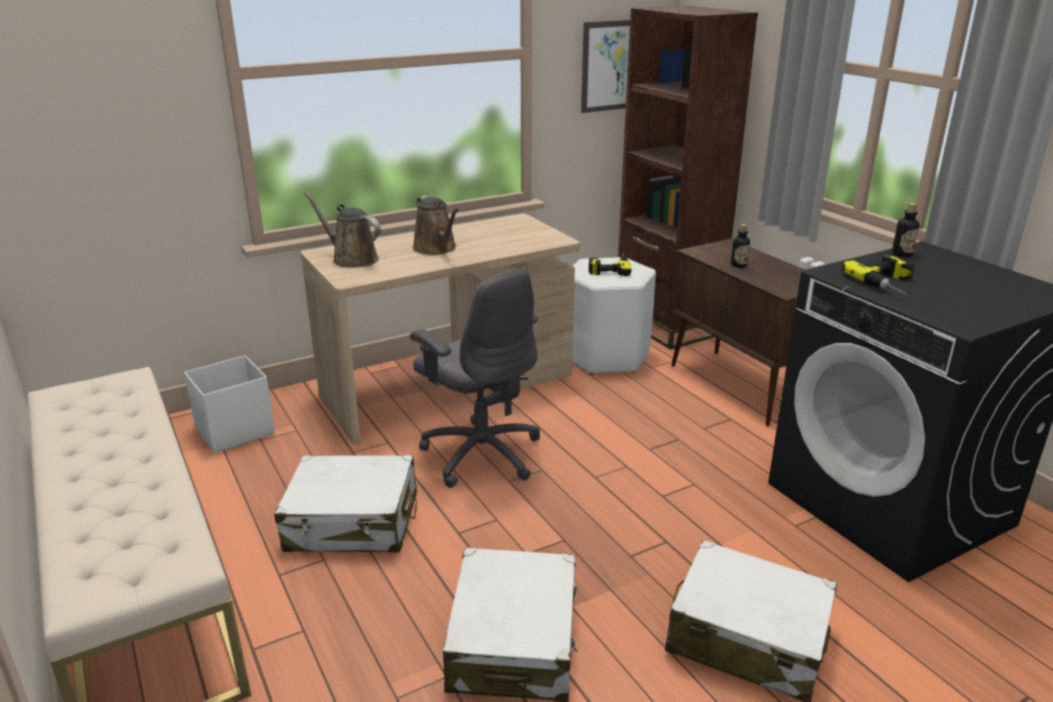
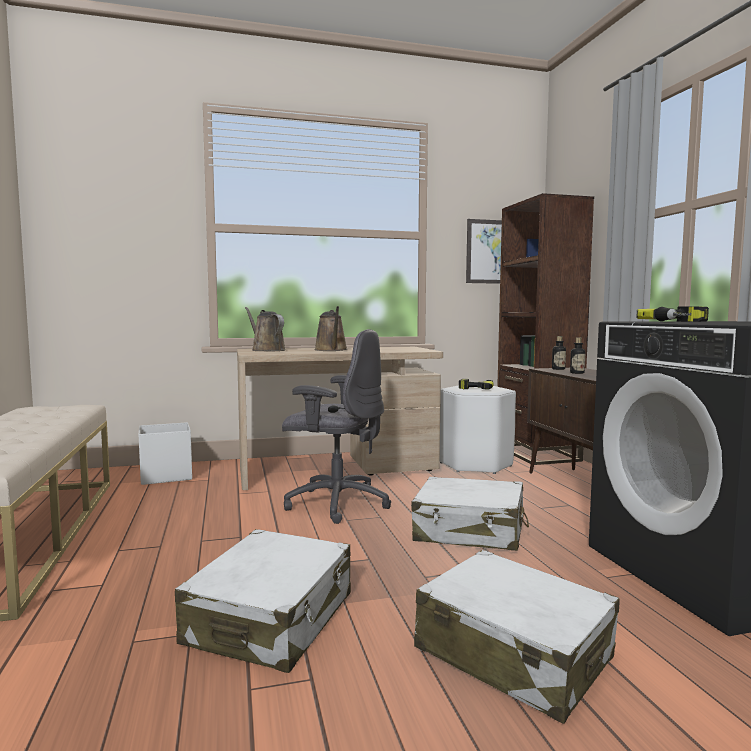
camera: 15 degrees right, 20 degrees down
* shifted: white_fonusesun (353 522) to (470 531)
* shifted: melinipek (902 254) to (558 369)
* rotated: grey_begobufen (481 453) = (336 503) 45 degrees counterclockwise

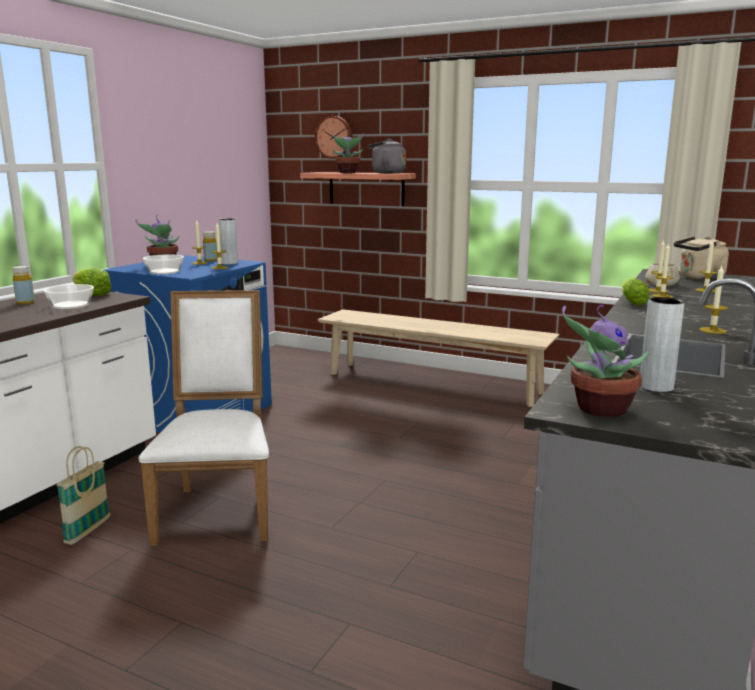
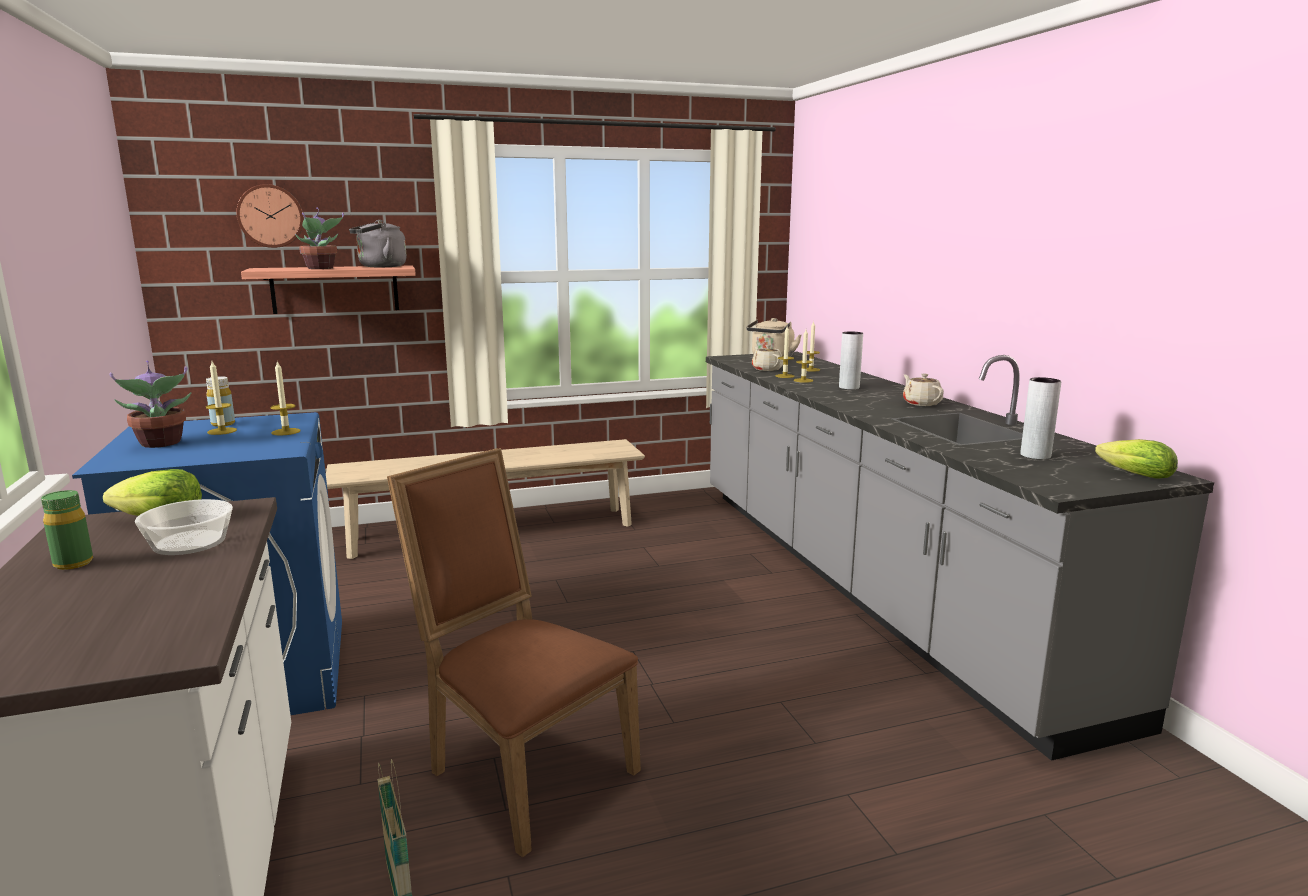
camera: 45 degrees left, 0 degrees up
* gone: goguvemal (164 271)
* gone: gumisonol (599 409)
* shifted: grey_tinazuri (229 263) to (849 387)
* shifted: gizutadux (632 302) to (1131 474)
* swapped: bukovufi (712 330) to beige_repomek (921 403)
* repainted: yellow_melinipek (25 302) to green_melinipek (73 563)
* repainted: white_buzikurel (219 509) to brown_buzikurel (522 770)

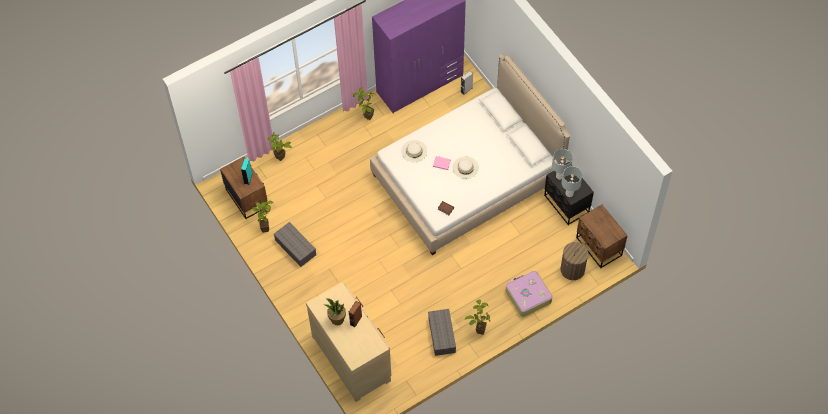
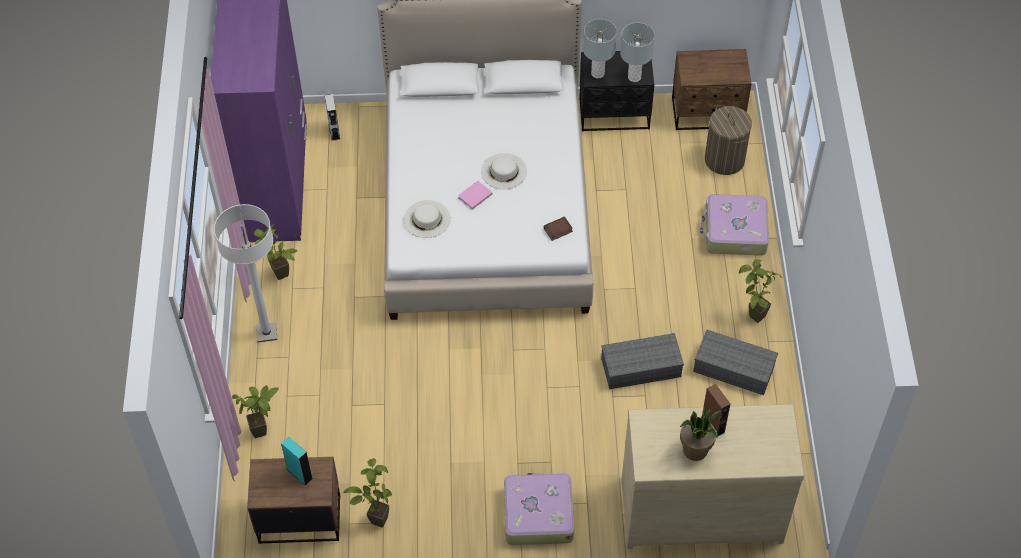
camera: 60 degrees left, 5 degrees down
* new: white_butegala (266 333)
* new: fonusesun (537 514)
* shifted: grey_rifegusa (296 247) to (641 367)

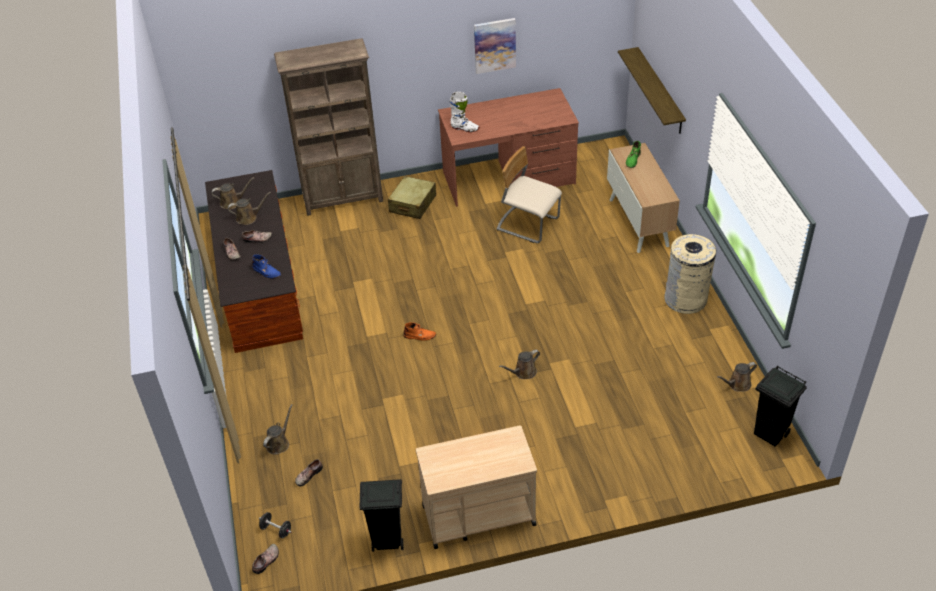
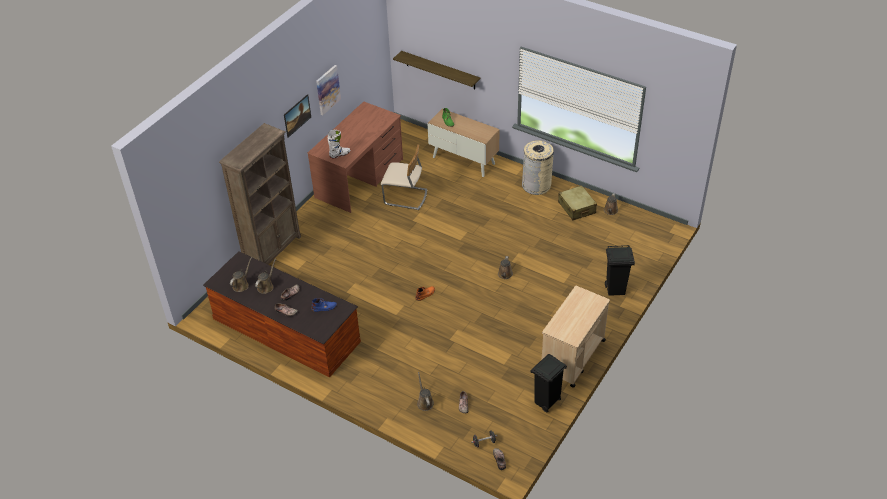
camera: 45 degrees left, 0 degrees up
* new: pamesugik (298 121)
* shifted: beige_fonusesun (412 204) to (576 208)
* shifted: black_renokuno (770 434) to (615 289)
* rotated: beige_buzikurel (528 224) = (405 197) 150 degrees counterclockwise

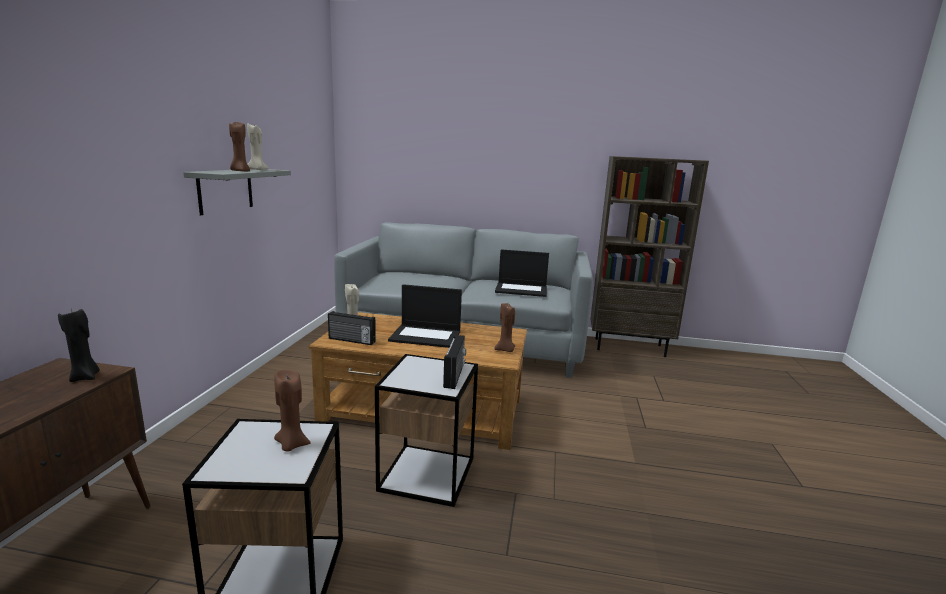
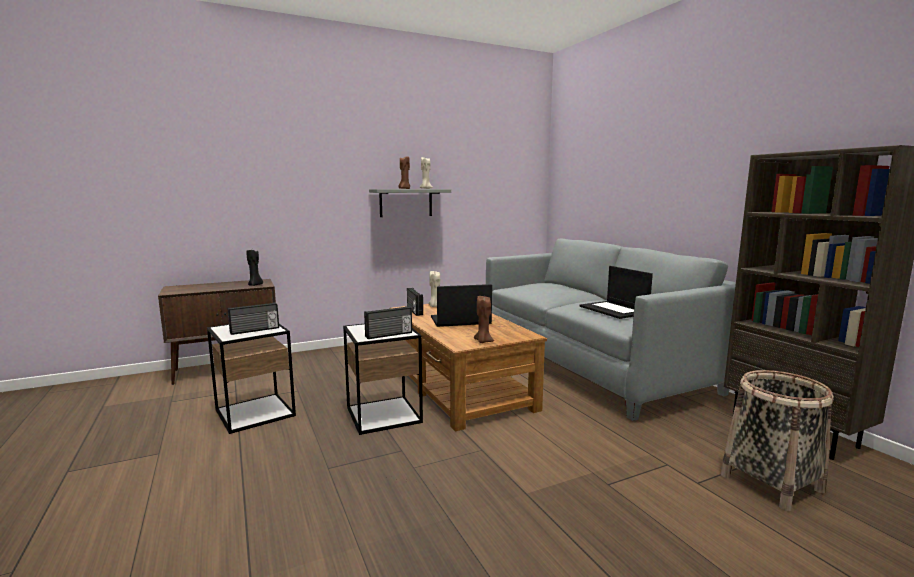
camera: 55 degrees right, 5 degrees down
* new: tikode (771 483)
* swapped: brown_bukovufi (291 445) to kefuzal (255 330)
* rotated: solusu (426 336) = (460 320) 105 degrees clockwise

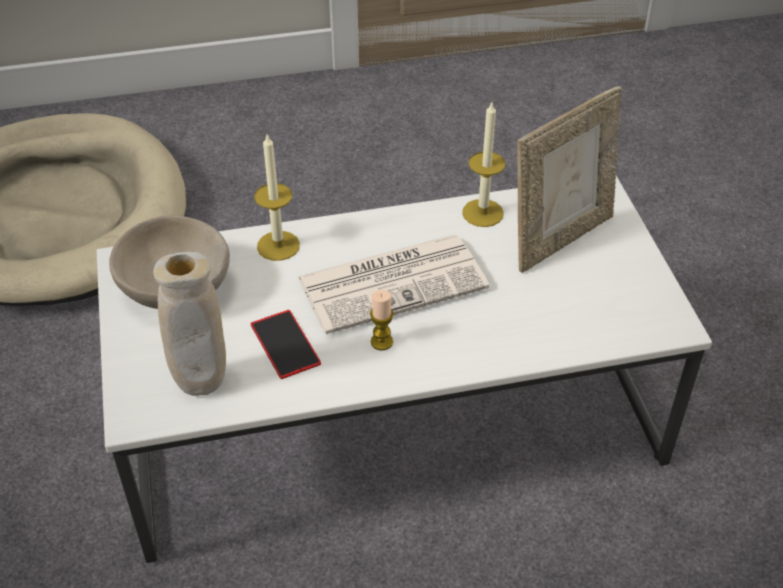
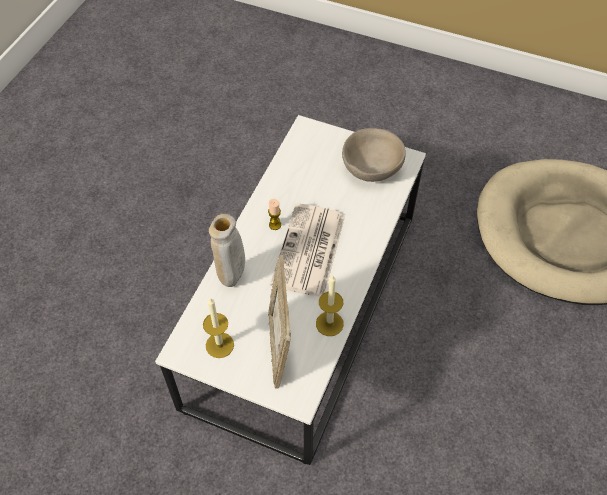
camera: 125 degrees right, 10 degrees up
* gone: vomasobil (285 344)
* shifted: beige_tinazuri (202 384) to (232 279)
* shifted: bukovufi (278 246) to (219 345)

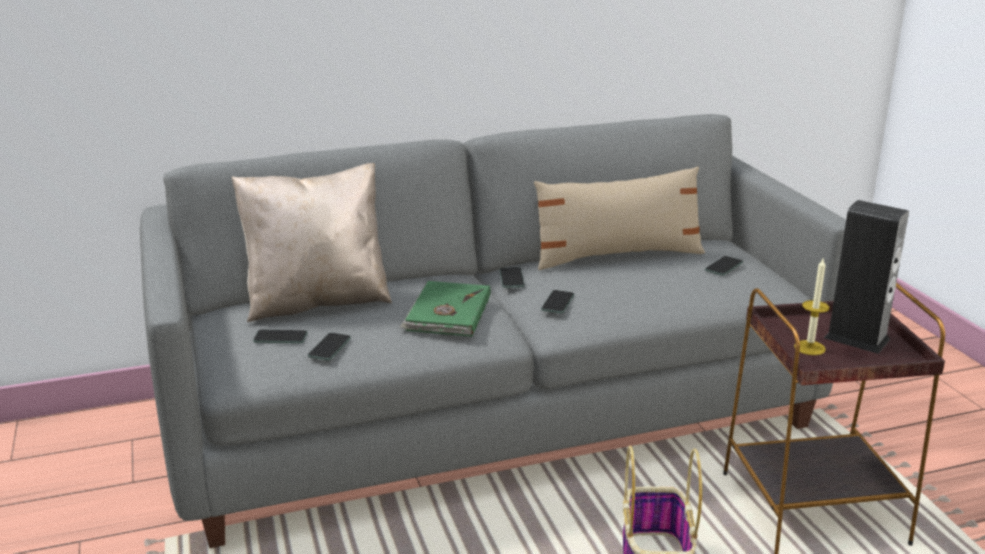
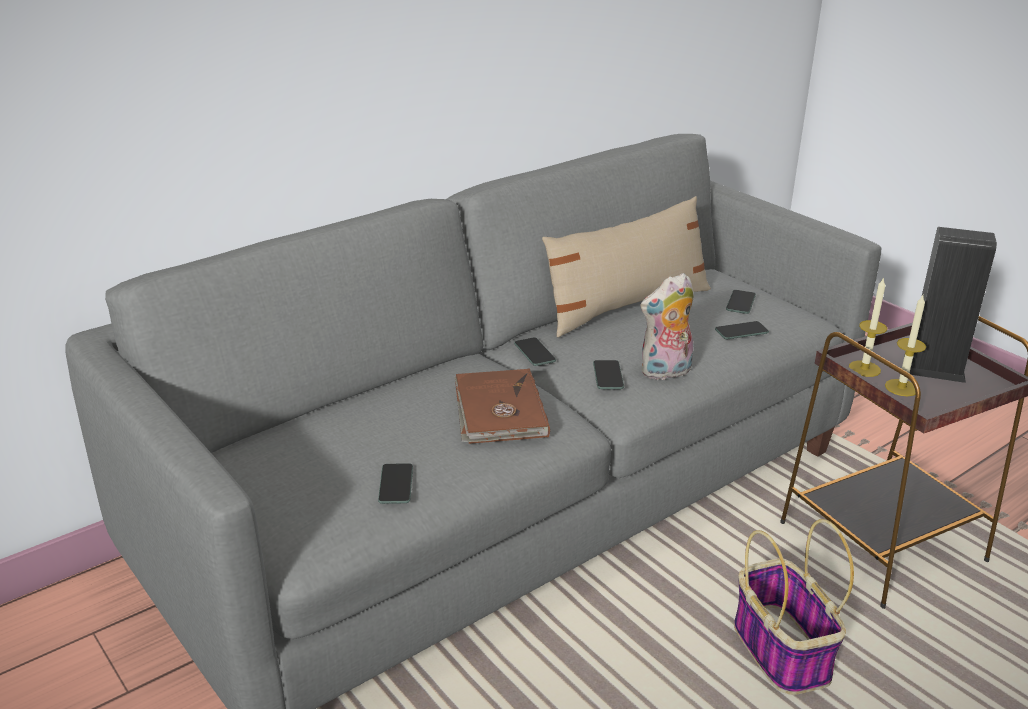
camera: 20 degrees left, 5 degrees up
* gone: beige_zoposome (317 302)
* new: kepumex (666 372)
* new: bukovufi (864 368)
* shifted: vomasobil (280 337) to (741 331)
* repainted: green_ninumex (447 313) to brown_ninumex (498 411)

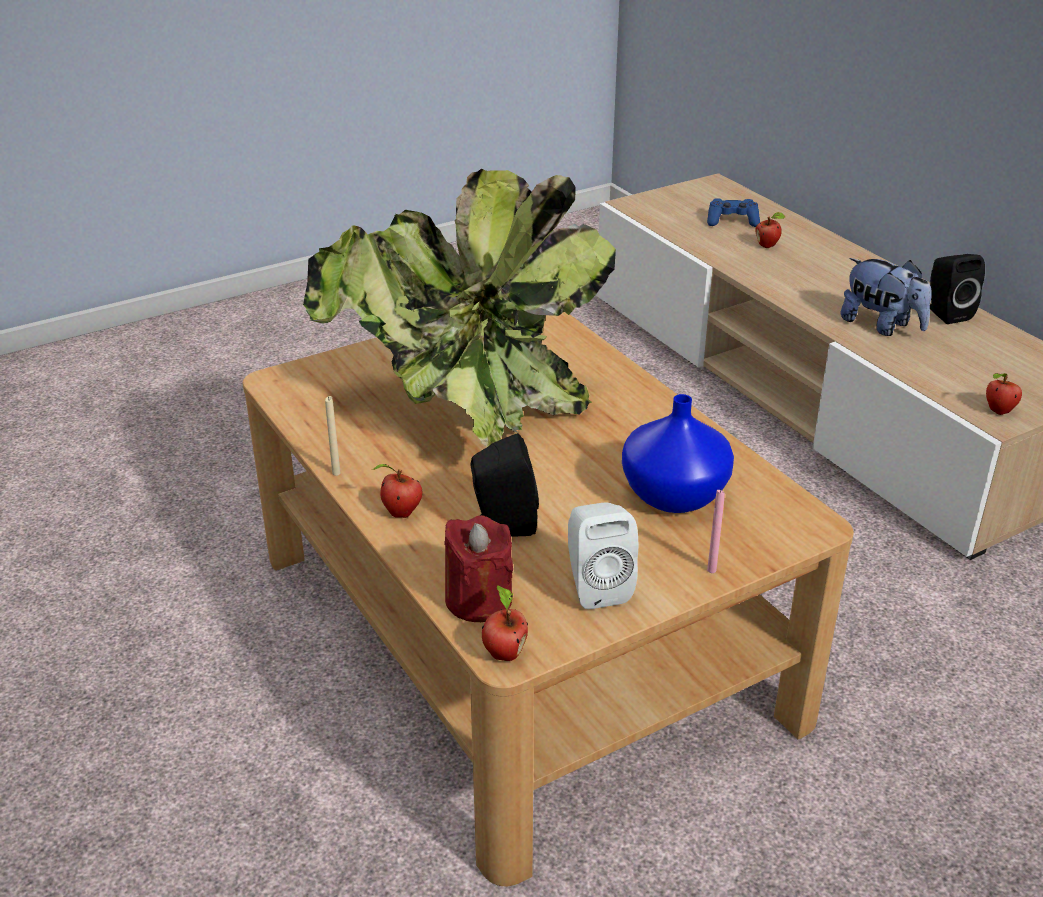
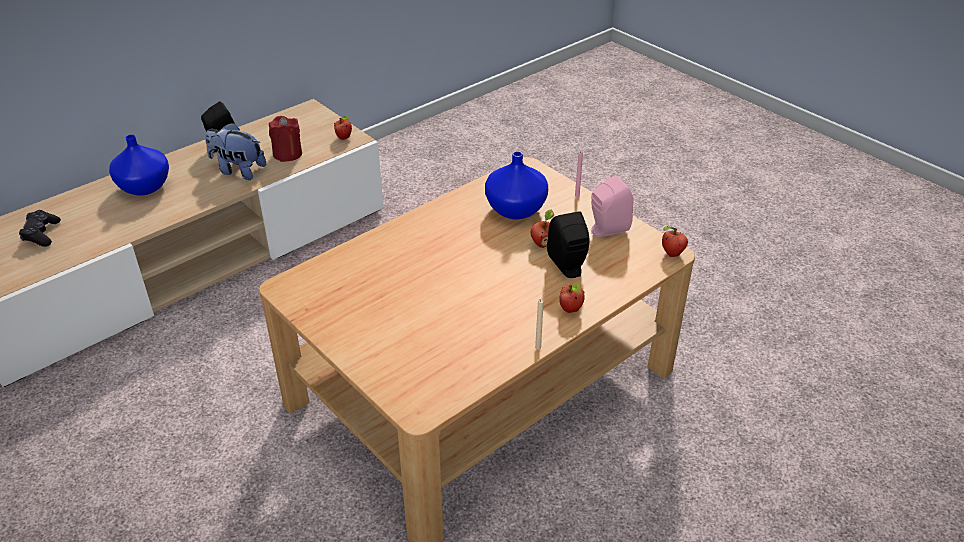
camera: 100 degrees left, 5 degrees up
* gone: gumisonol (461 411)
* new: blue_tinazuri (146 187)
* shifted: red_bukovufi (478 600) to (287 154)
* shifted: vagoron (768 246) to (542 244)
* repainted: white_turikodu (596 586) to pink_turikodu (606 230)
* repainted: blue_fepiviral (732 221) to black_fepiviral (42 234)
* rotated: kepumex (881 326) = (238 170) 105 degrees counterclockwise

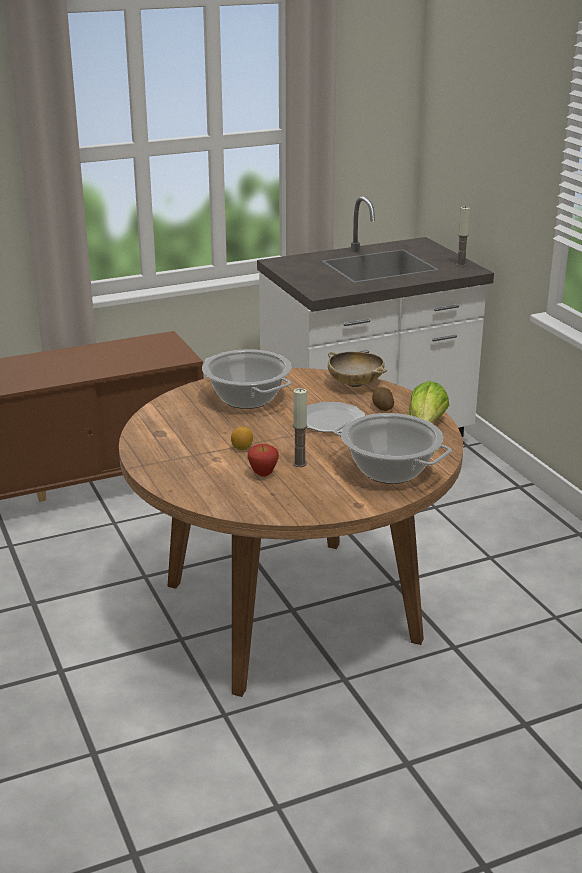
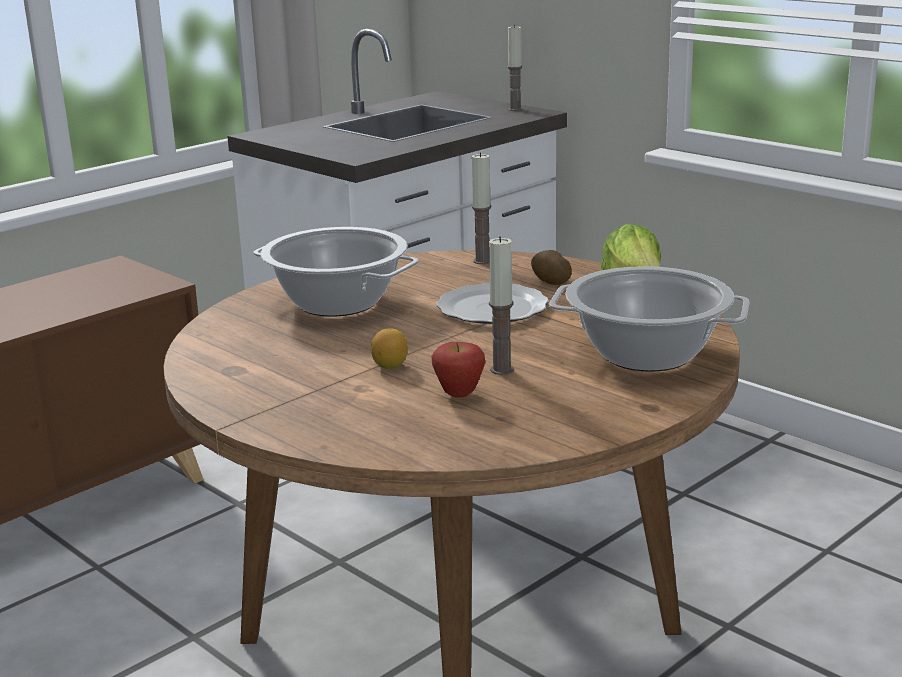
camera: 20 degrees left, 5 degrees down
* swapped: beige_goguvemal (355 384) to bukovufi (482 261)

